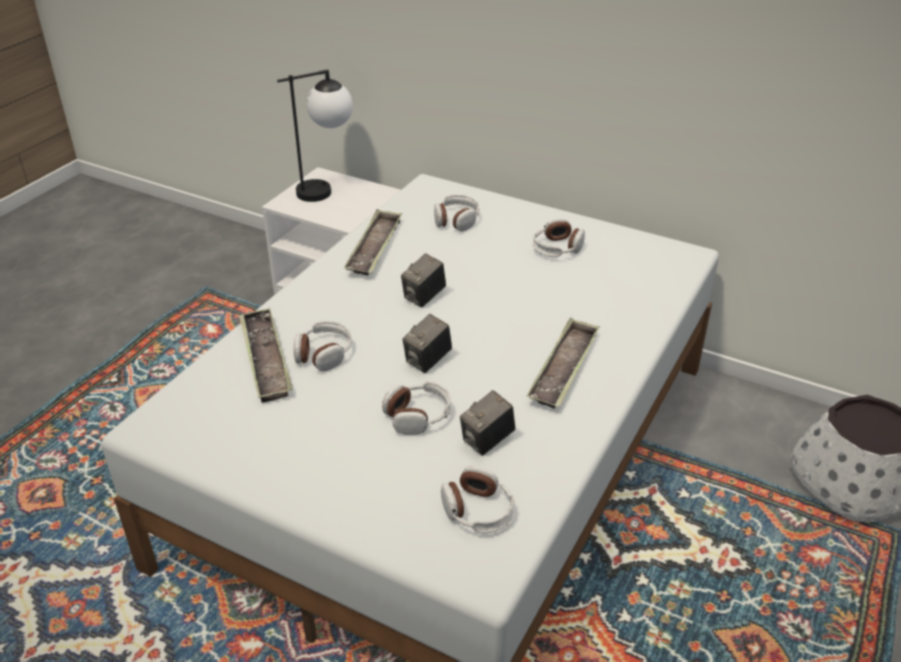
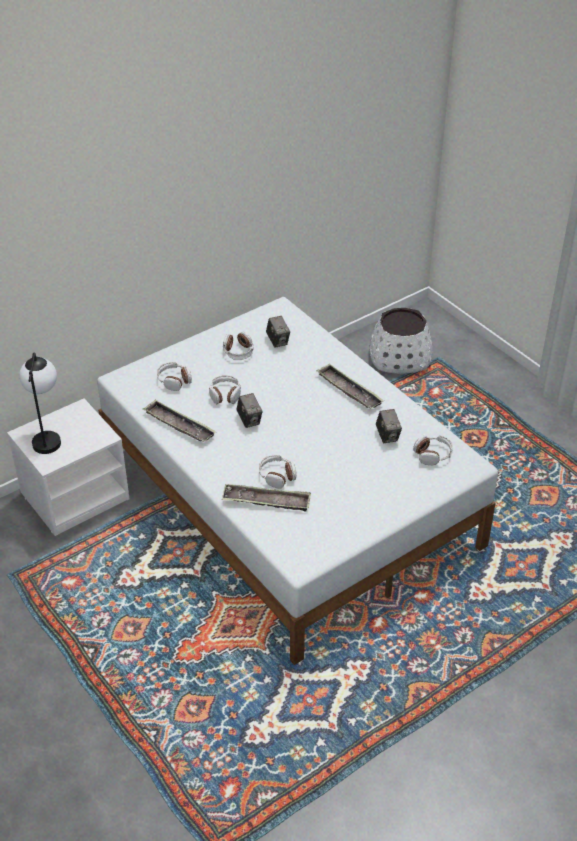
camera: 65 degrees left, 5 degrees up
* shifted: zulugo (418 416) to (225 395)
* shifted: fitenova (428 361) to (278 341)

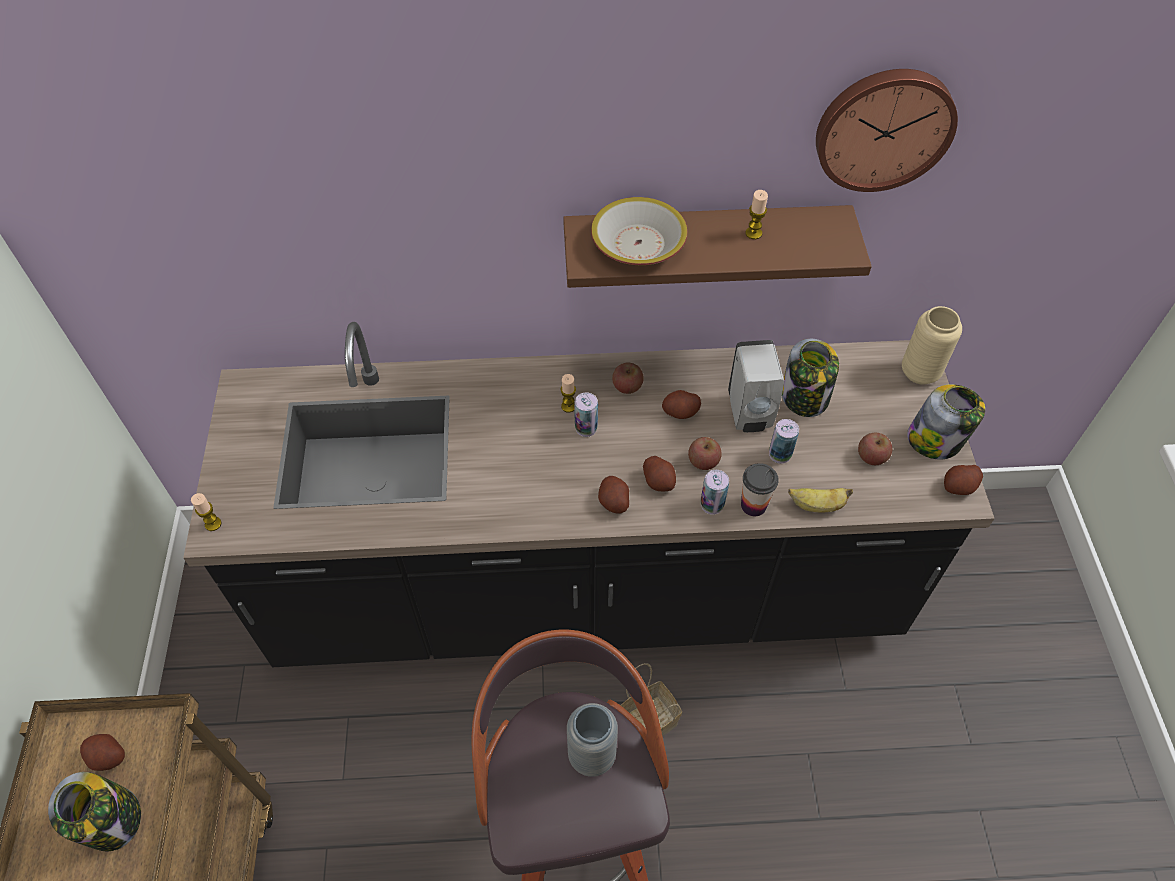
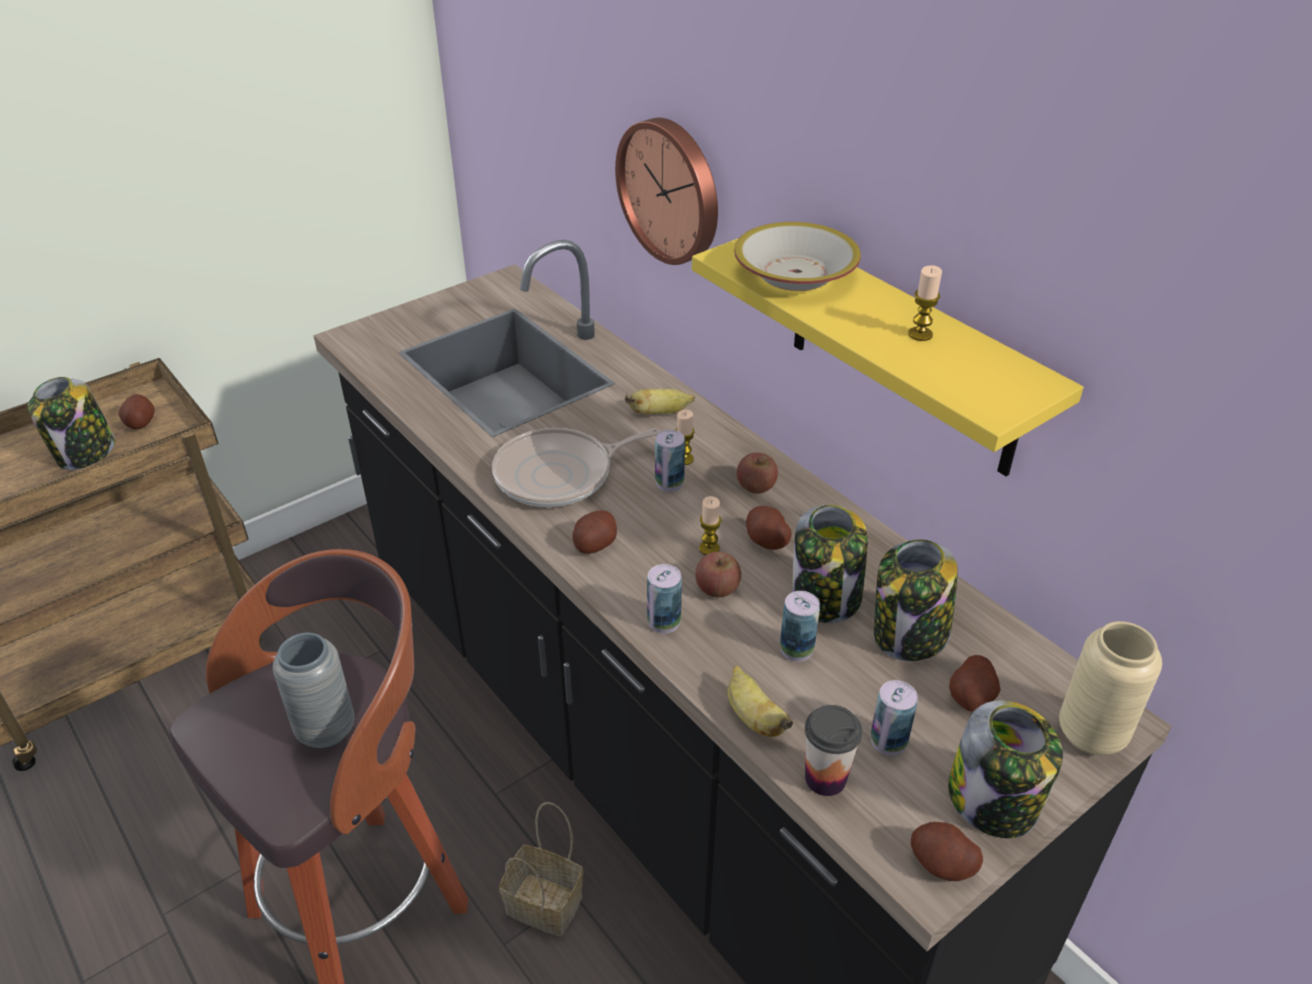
camera: 55 degrees right, 15 degrees down
* new: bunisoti (560 475)
* new: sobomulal (659 413)
* shifted: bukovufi (213 524) to (709 548)
* shifted: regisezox (659 481) to (971 697)
* shifted: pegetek (753 505) to (825 778)
* shifted: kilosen (883 127) to (672 190)
* swapped: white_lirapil (749 414) to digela (826 597)
* swapped: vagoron (871 457) to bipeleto (888 741)
* repainted: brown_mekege (704 245) to yellow_mekege (903 352)

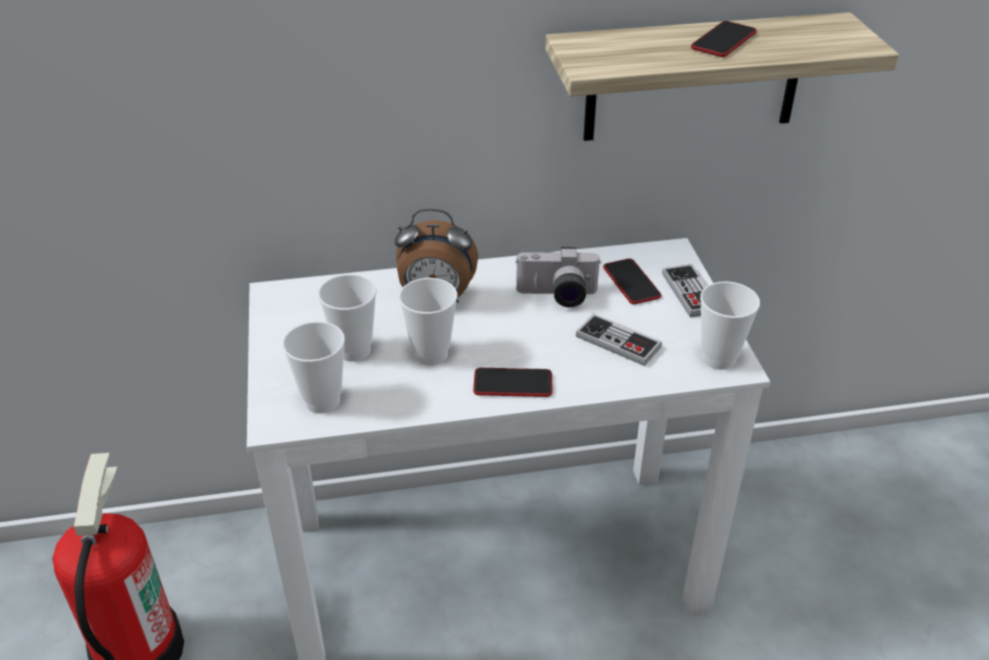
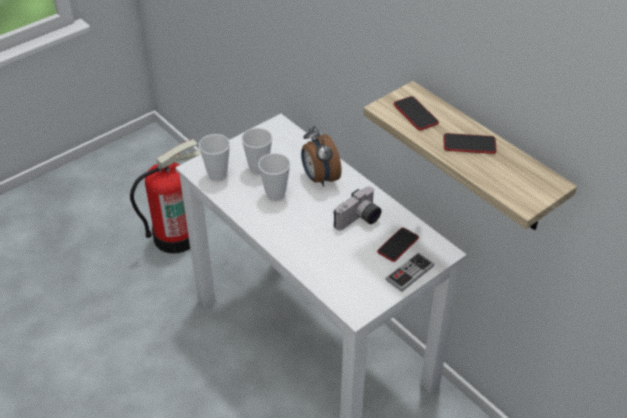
camera: 60 degrees right, 5 degrees up
* gone: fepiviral (618 342)
* gone: pegetek (719 358)
* shifted: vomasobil (513 384) to (415 114)
* rotated: fitenova (557 296) = (359 220) 105 degrees counterclockwise

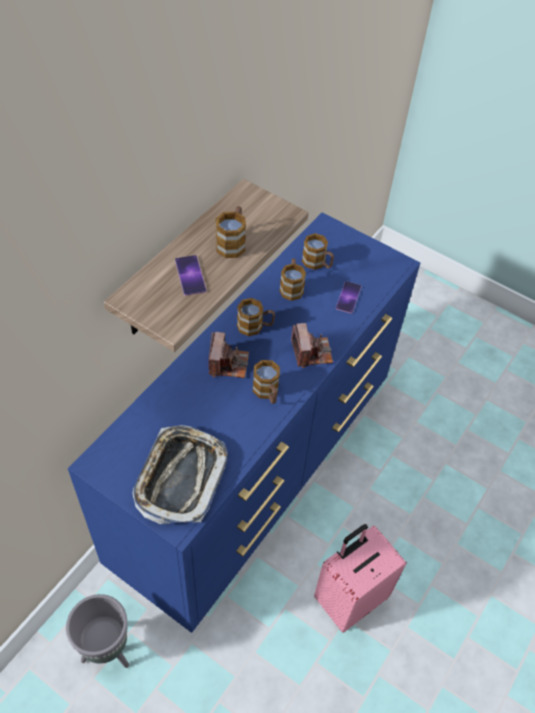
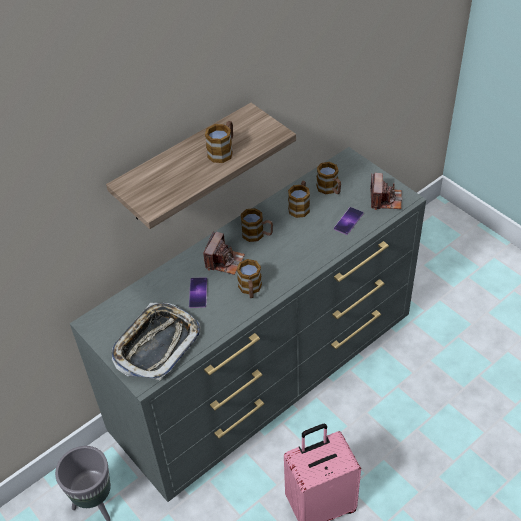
camera: 20 degrees right, 5 degrees down
* shifted: vomasobil (190 275) to (198 292)
* shifted: fitenova (311 352) to (385 199)
* repainted: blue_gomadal (258 469) to grey_gomadal (267 377)

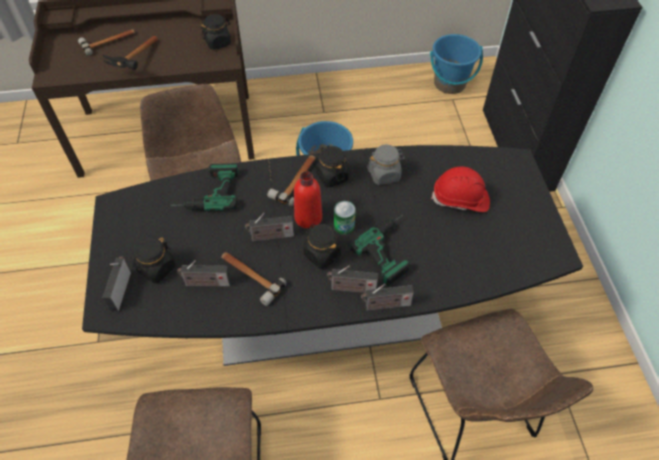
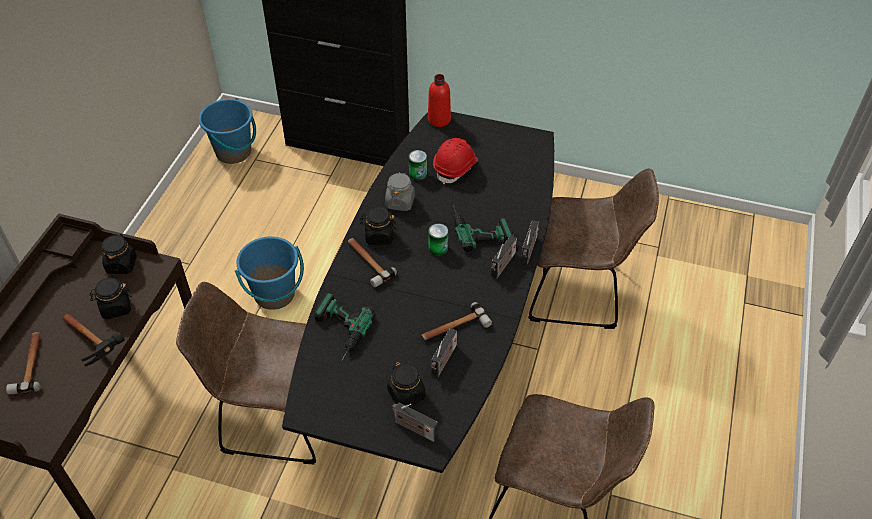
camera: 65 degrees left, 5 degrees down
* gone: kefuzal (270 236)
* new: bipeleto (418 173)
* shifted: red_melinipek (308 218) to (439 119)
* shifted: black_digela (322 254) to (115 307)

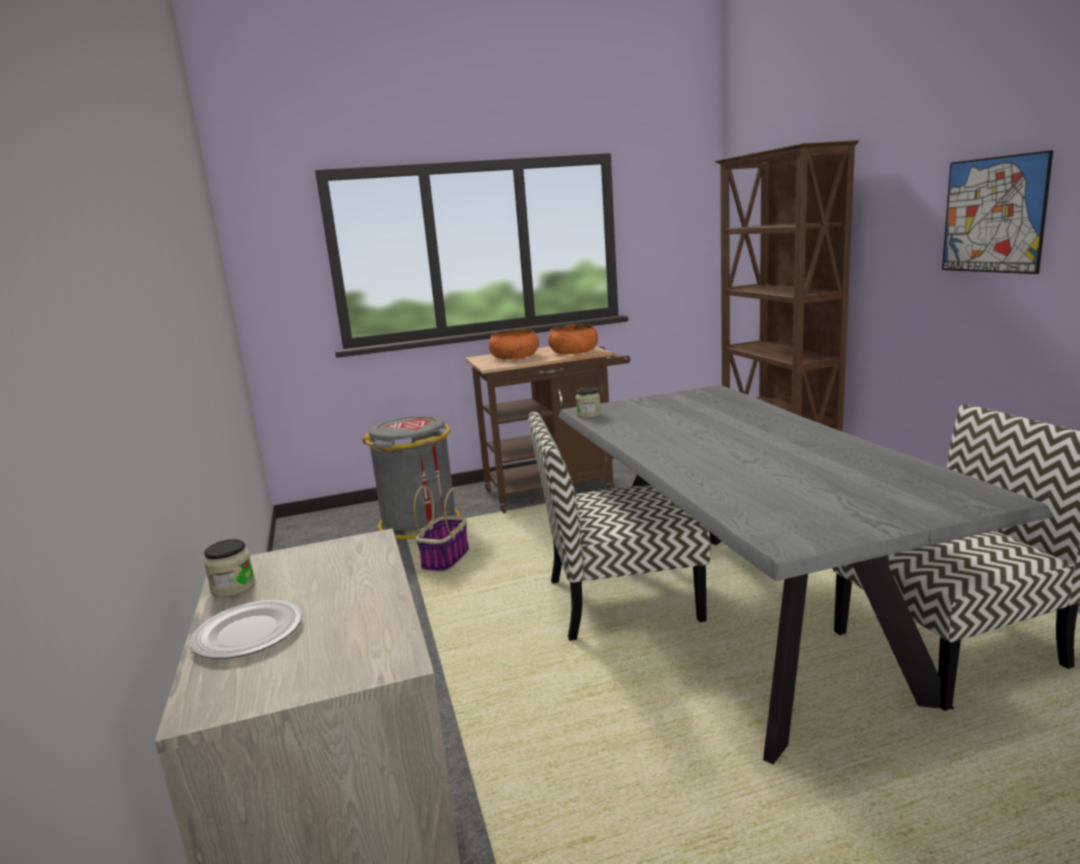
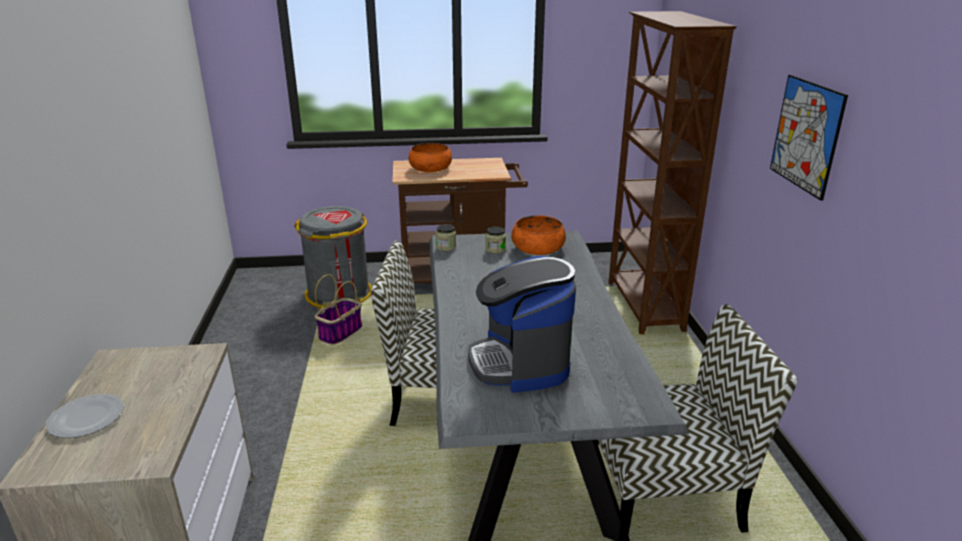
camera: 10 degrees right, 10 degrees up
* new: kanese (520 363)
* shifted: digela (233 587) to (495 249)
* shifted: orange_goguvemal (573 351) to (538 248)

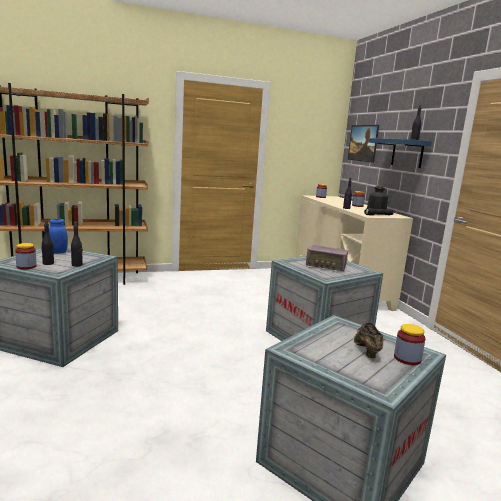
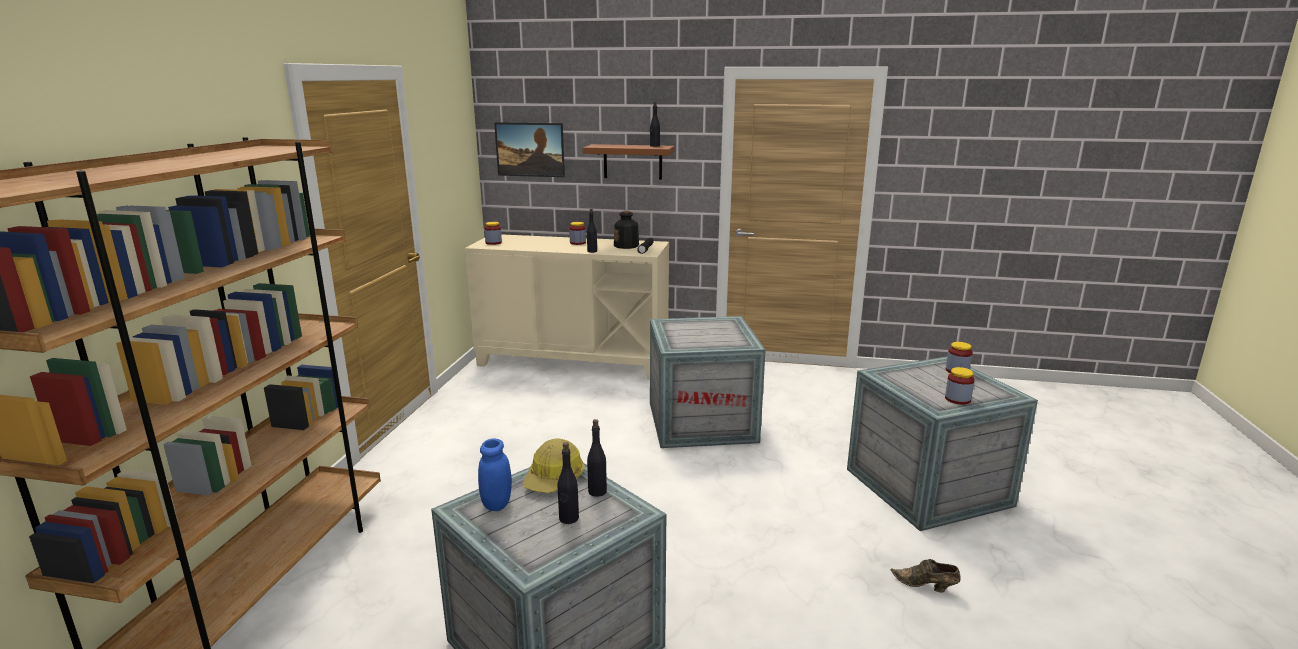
camera: 60 degrees left, 5 degrees up
* gone: kefuzal (326 266)
* new: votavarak (554 478)
* shifted: digela (26 266) to (957 399)
* shifted: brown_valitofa (366 350) to (925 586)
* repainted: blue_mekege (407 153) to brown_mekege (632 161)

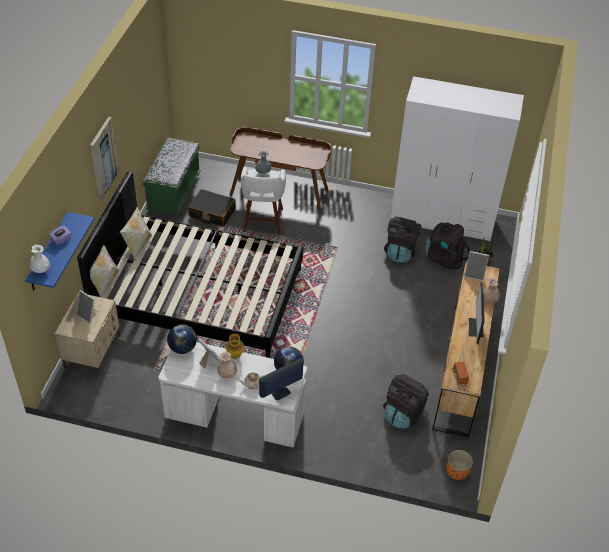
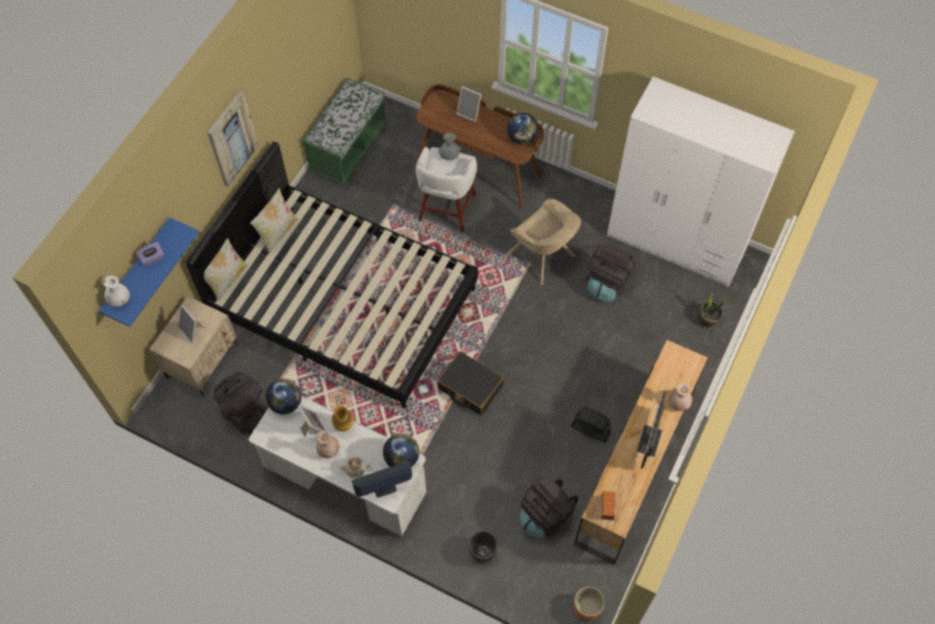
camera: 15 degrees right, 15 degrees up
* new: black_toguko (482 552)
* new: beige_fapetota (543 257)
* new: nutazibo (521 138)
* new: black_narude (590 429)
* shifted: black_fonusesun (212 213) to (470 387)
* shifted: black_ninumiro (443 258) to (245 412)
* shifted: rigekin (474 274) to (469 112)

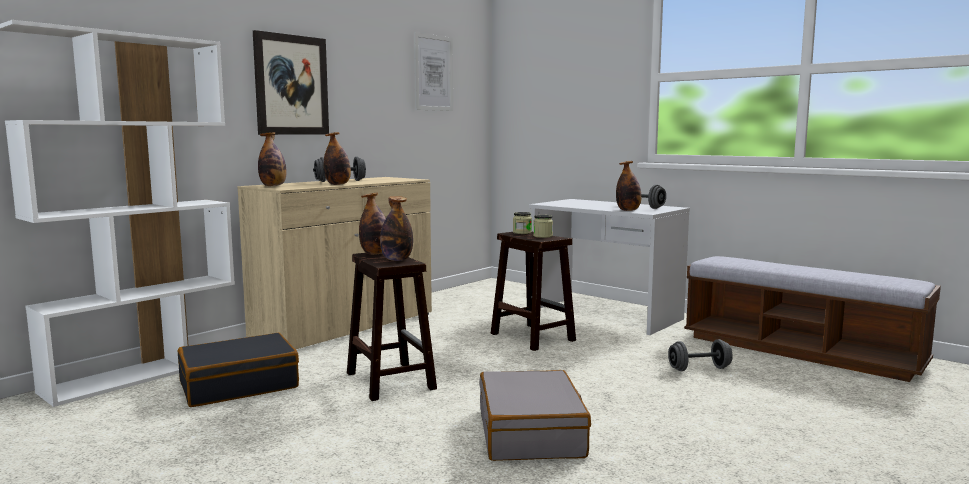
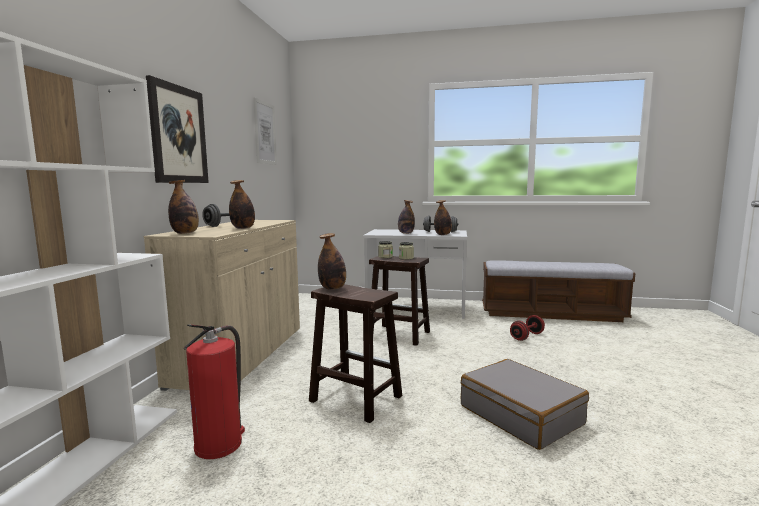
camera: 30 degrees left, 0 degrees up
* shifted: melinipek (396 260) to (406 233)
* swapped: black_fonusesun (239 385) to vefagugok (220 444)
* repainted: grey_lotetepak (699 369) to red_lotetepak (527 336)

